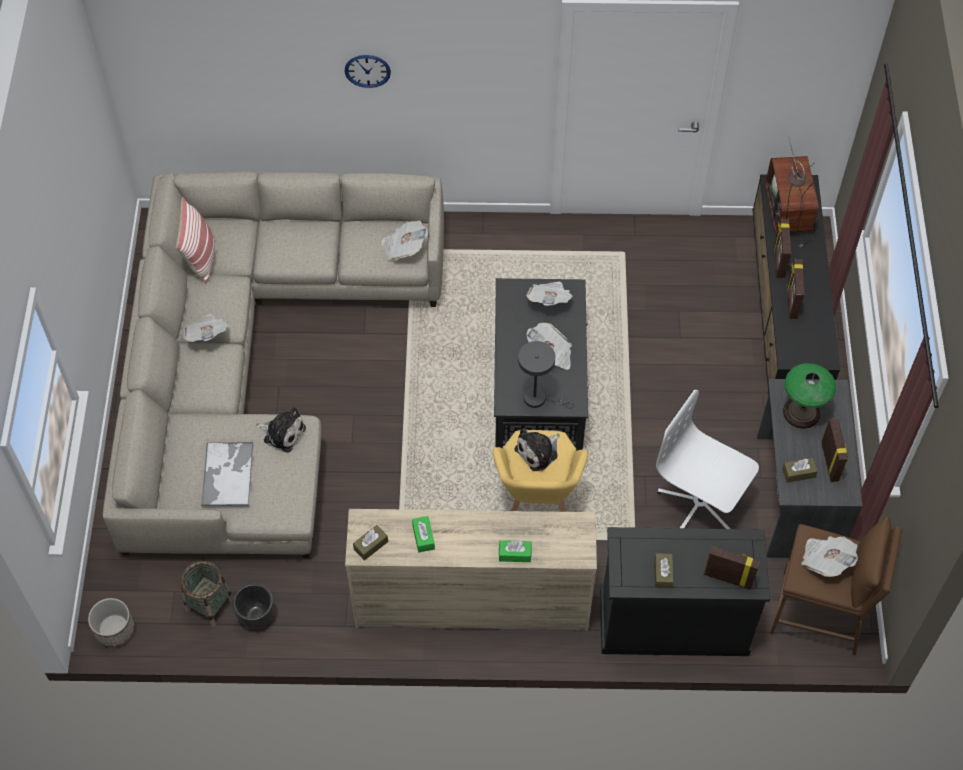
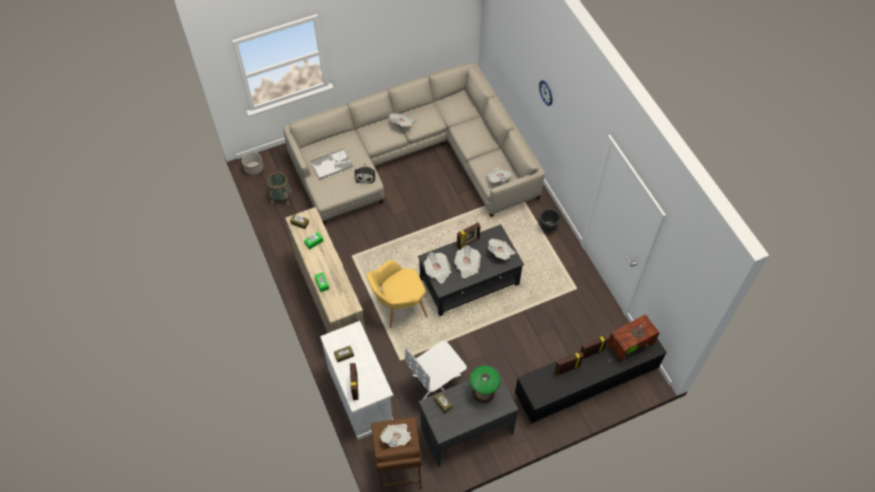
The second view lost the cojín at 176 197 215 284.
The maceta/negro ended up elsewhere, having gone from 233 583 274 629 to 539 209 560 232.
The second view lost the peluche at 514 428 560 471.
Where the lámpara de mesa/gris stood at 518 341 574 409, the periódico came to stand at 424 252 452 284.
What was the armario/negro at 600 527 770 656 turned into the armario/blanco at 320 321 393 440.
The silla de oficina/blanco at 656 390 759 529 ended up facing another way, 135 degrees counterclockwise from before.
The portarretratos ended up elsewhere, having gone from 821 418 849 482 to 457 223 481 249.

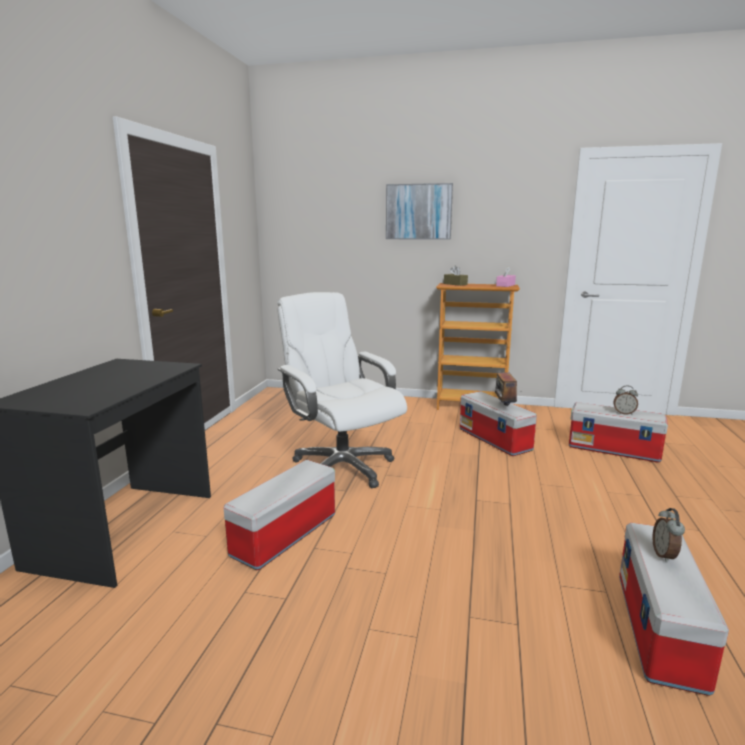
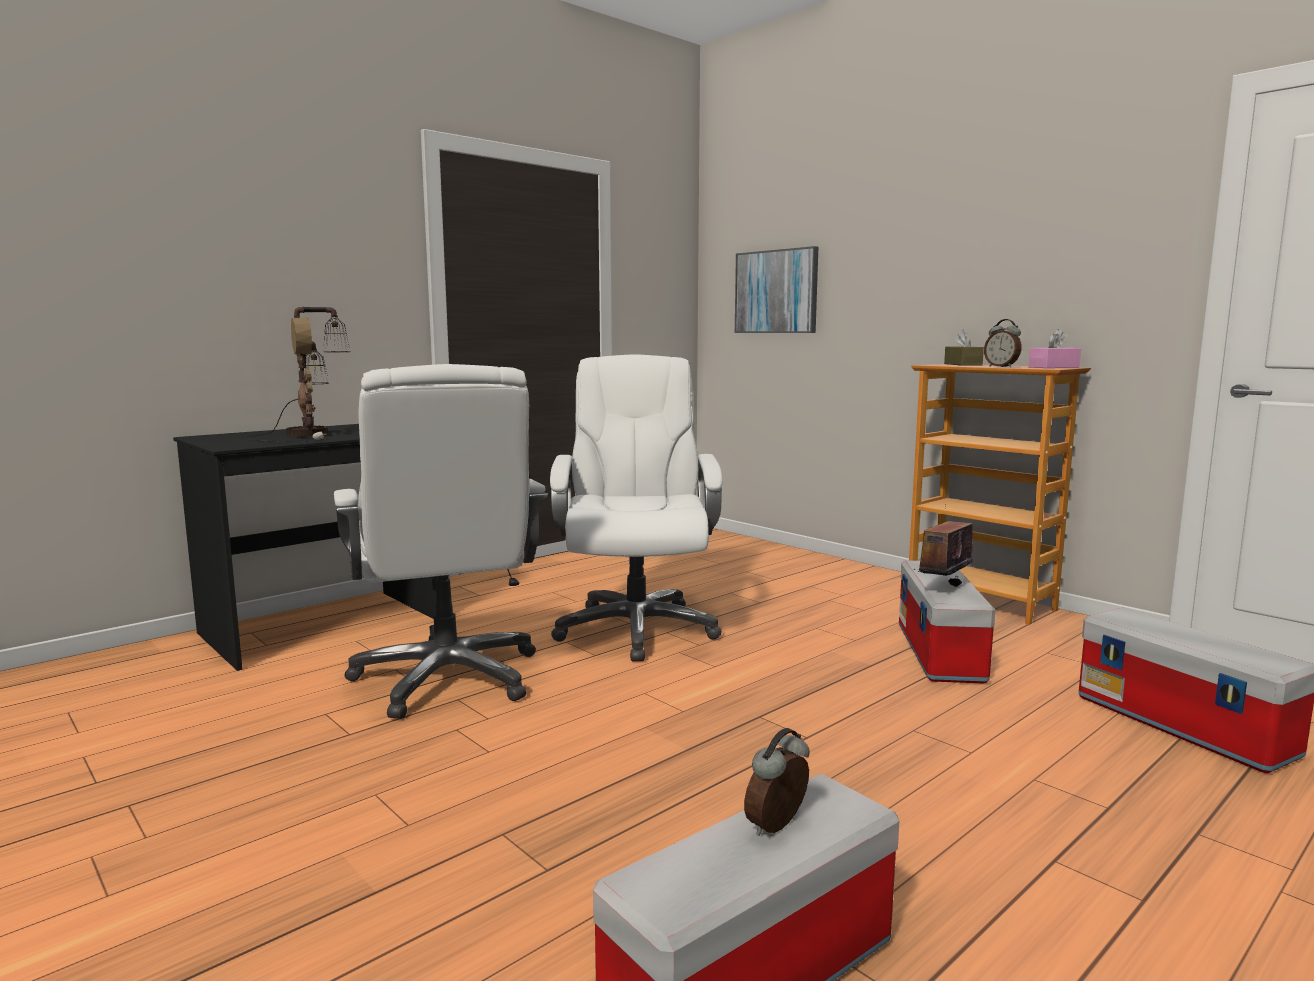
Where the caja de almacenaje stood at 224 459 335 570, the silla de oficina/blanco came to stand at 334 364 548 719.
The cuadro ended up elsewhere, having gone from 386 183 453 240 to 735 246 818 333.
The despertador ended up elsewhere, having gone from 613 385 638 415 to 984 319 1022 367.
The second view gained the lámpara de mesa at 245 306 351 442.

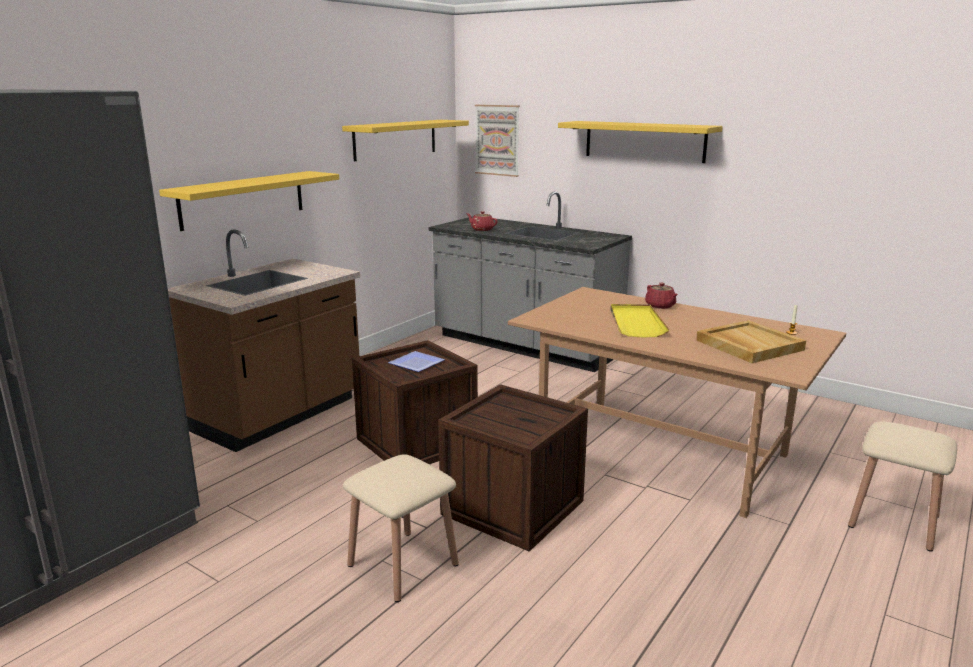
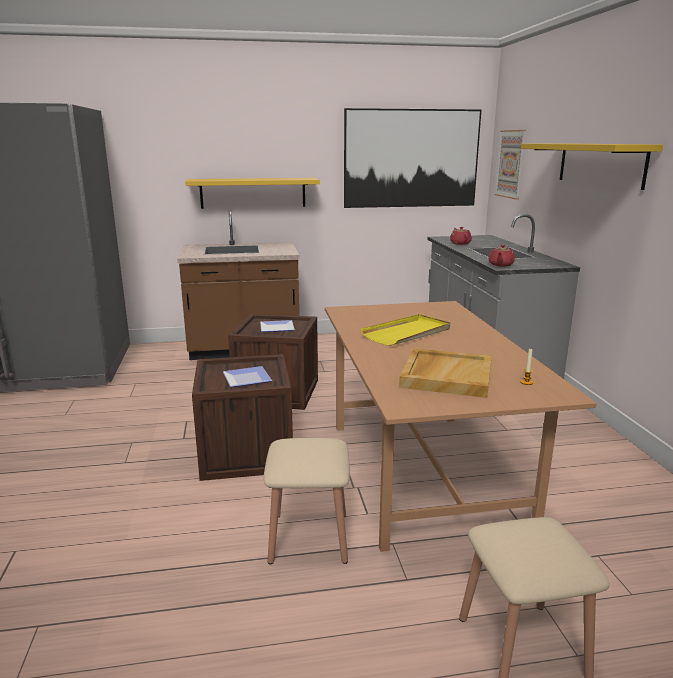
Where the estante/amarillo hung at 342 120 469 161, the cuadro came to hang at 344 108 481 208.
The taburete/beis ended up elsewhere, having gone from 343 454 459 602 to 264 438 350 564.
The tetera/rojo ended up elsewhere, having gone from 645 283 678 309 to 488 245 515 267.
The second view gained the plato at 223 366 272 387.

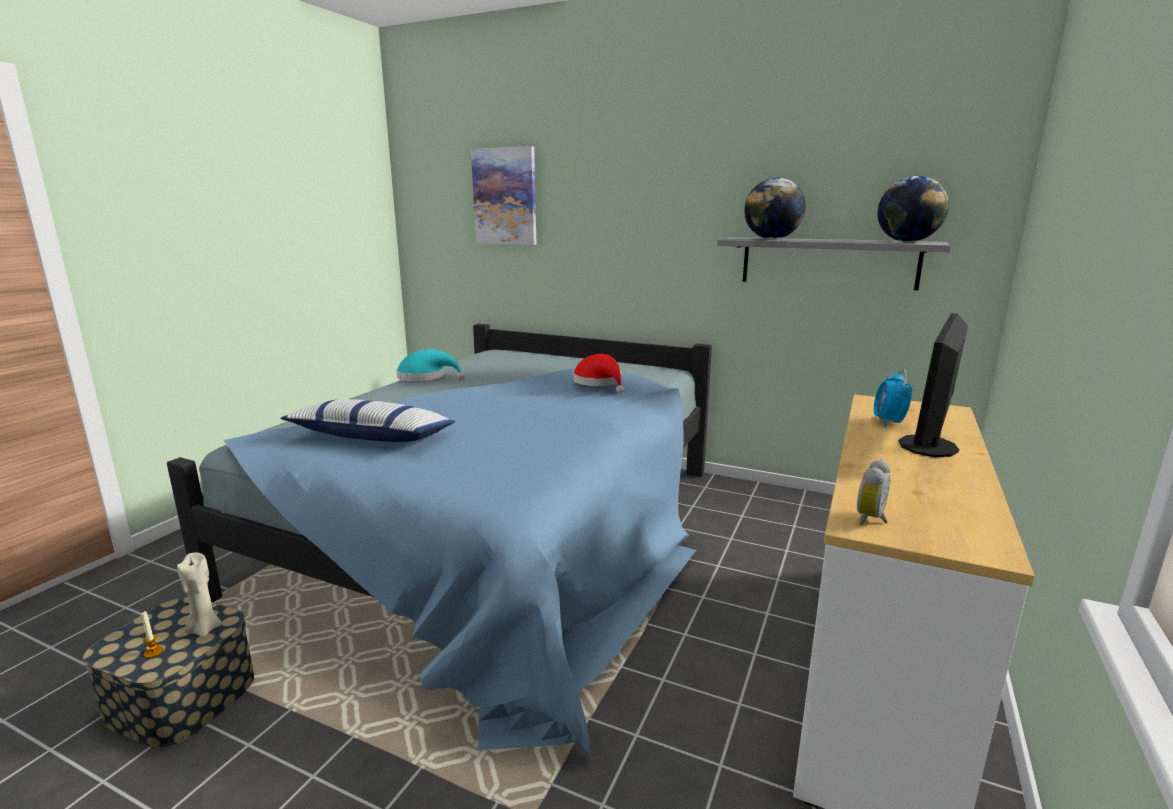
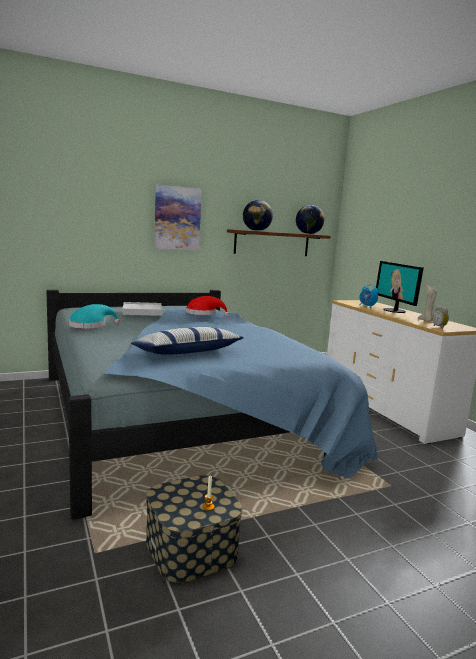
The vela/beis ended up elsewhere, having gone from 177 552 222 637 to 418 285 437 322.
The cuadro ended up elsewhere, having gone from 471 146 537 245 to 154 184 202 250.
What was the estante/gris at 717 237 951 290 turned into the estante/marrón at 227 229 331 256.
The second view gained the bandeja/blanco at 122 302 163 316.

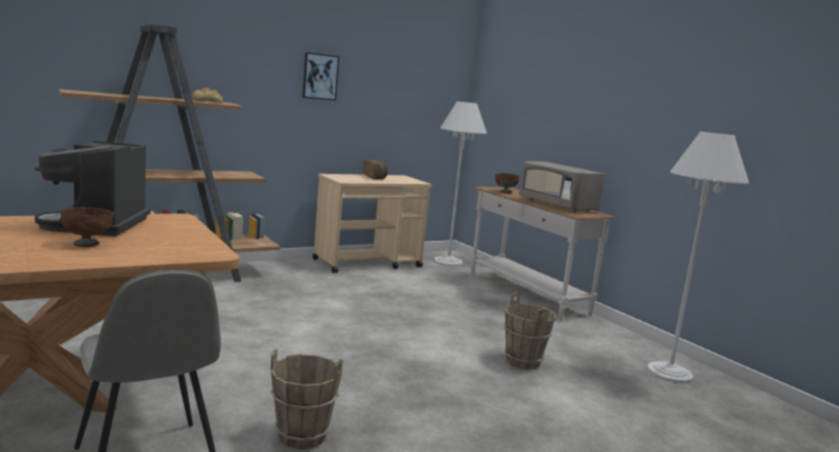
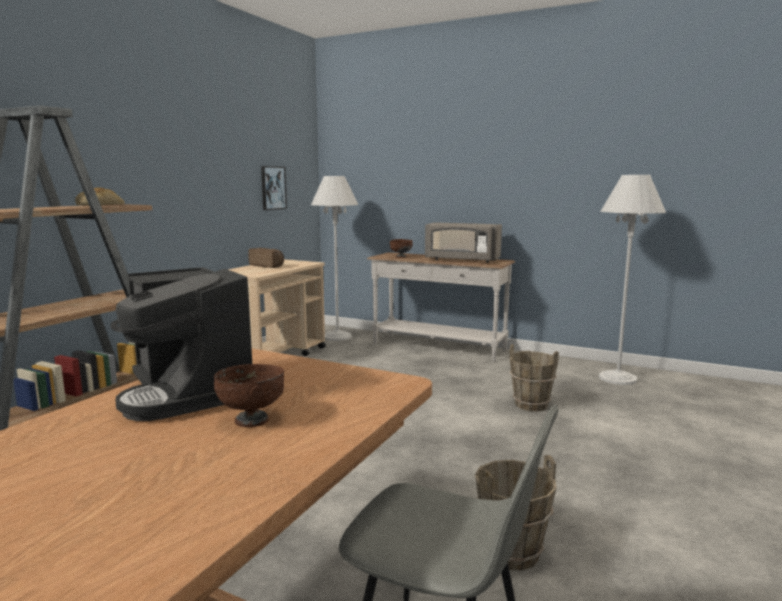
The cuadro ended up elsewhere, having gone from 302 52 339 100 to 261 166 287 210.

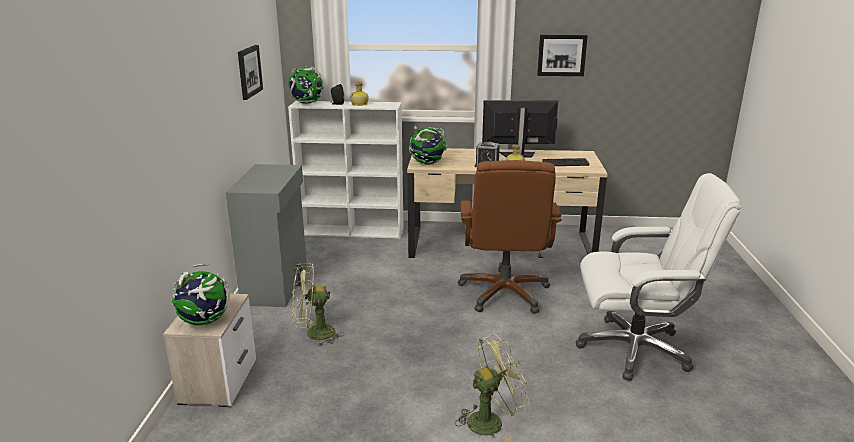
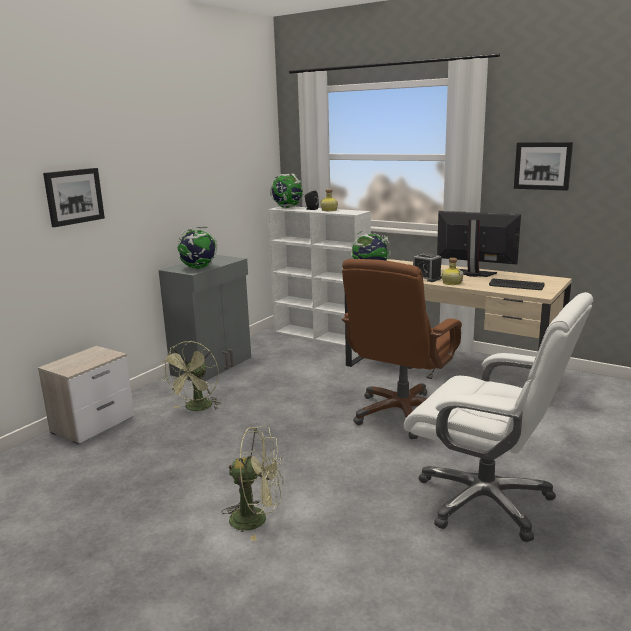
The globo terráqueo ended up elsewhere, having gone from 172 264 230 325 to 178 226 217 269.
The cuadro ended up elsewhere, having gone from 238 45 263 100 to 43 168 105 227.
The ventilador/verde at 292 263 344 347 ended up facing another way, 90 degrees counterclockwise from before.

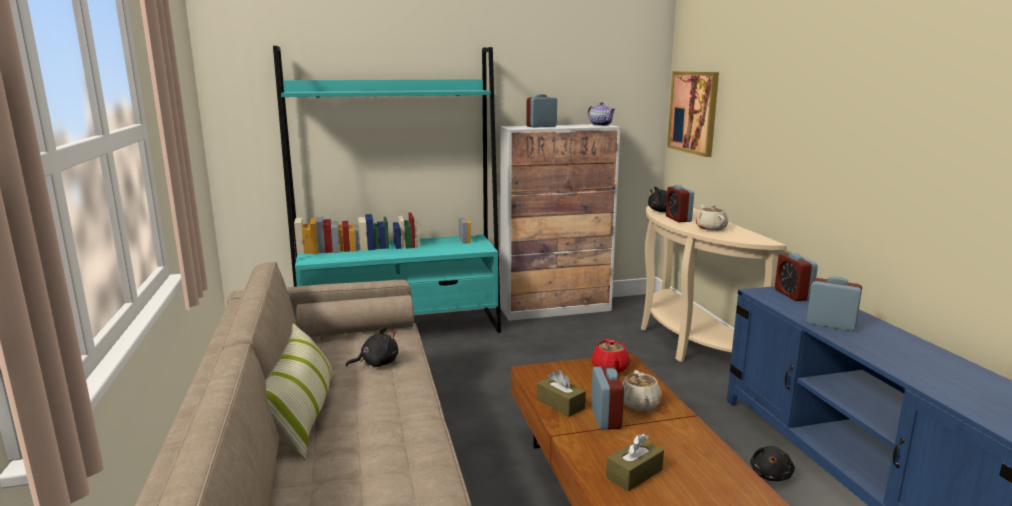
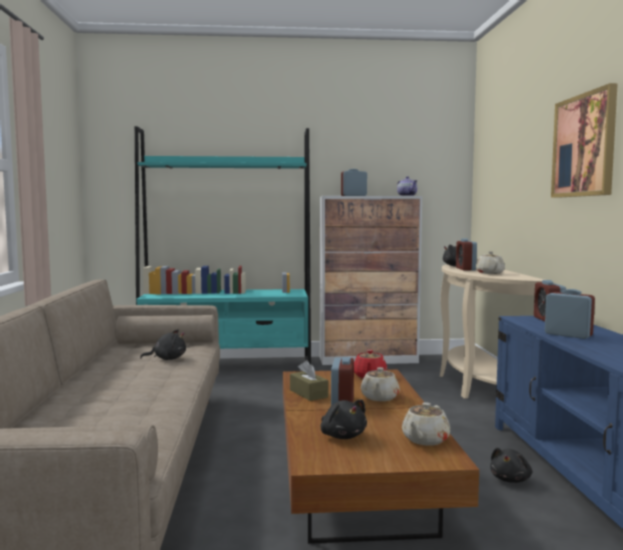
The second view lost the cojín at 265 323 335 460.
Where the caja de pañuelos/marrón stood at 606 433 664 491, the peluche/negro came to stand at 321 399 367 439.
The cuadro ended up elsewhere, having gone from 667 71 719 157 to 551 83 618 198.
The second view gained the tetera/beis at 402 402 450 445.

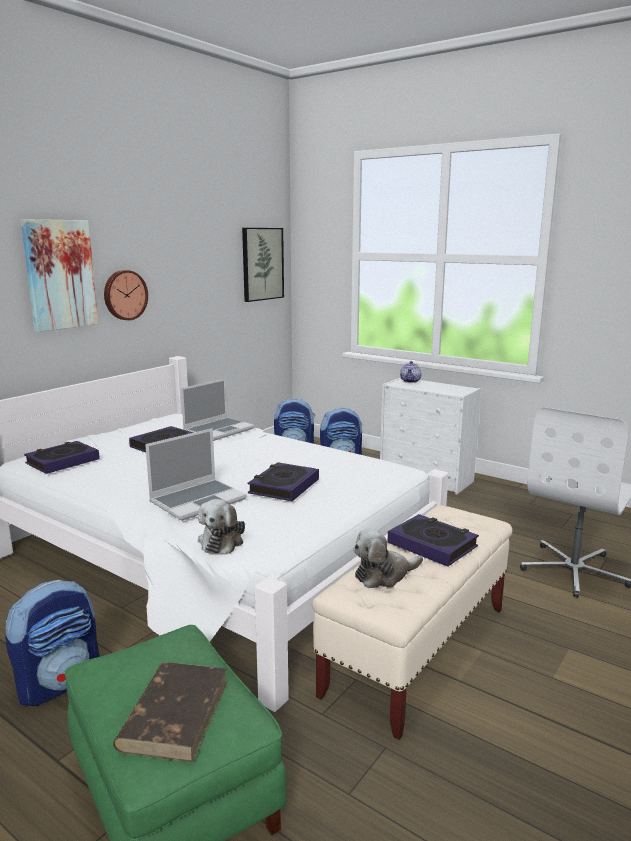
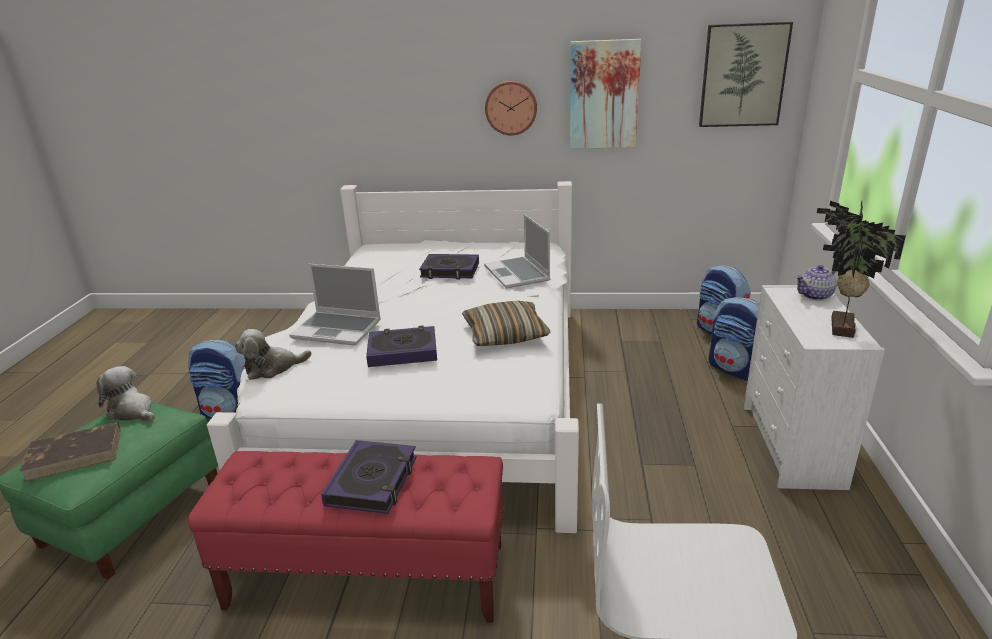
The cuadro ended up elsewhere, having gone from 21 219 98 332 to 570 39 642 149.
The second view lost the libro at 24 441 99 474.
The portátil at 181 378 255 441 ended up facing another way, 60 degrees clockwise from before.
What was the banco/beis at 312 505 512 740 turned into the banco/rojo at 188 451 504 623.
The peluche ended up elsewhere, having gone from 353 529 423 588 to 96 366 155 422.
The second view gained the cojín at 462 301 550 346.
The second view gained the planta en maceta at 817 201 906 338.

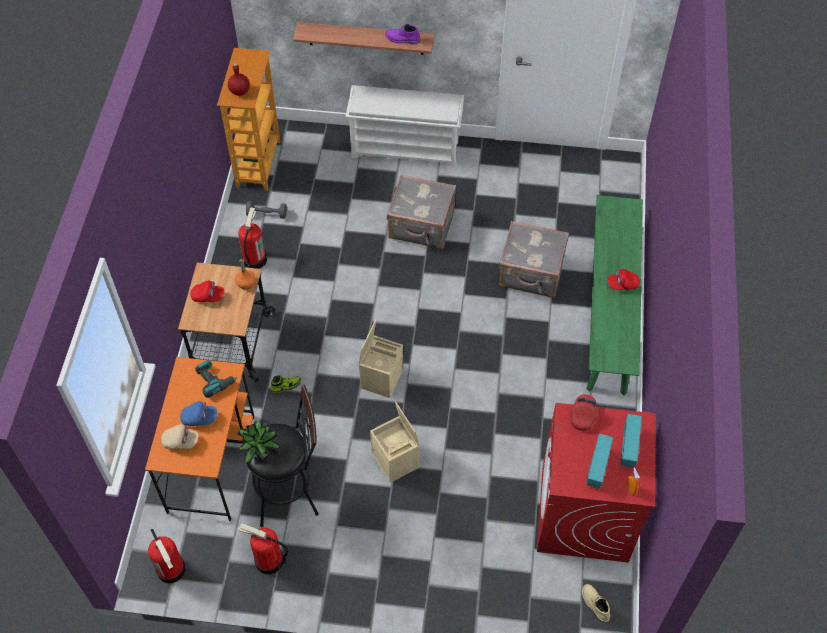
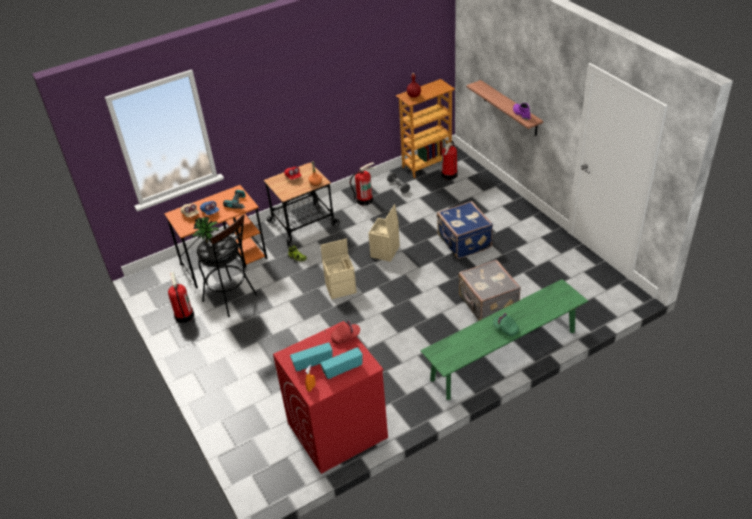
The extintor ended up elsewhere, having gone from 148 529 186 583 to 441 141 458 180.
The second view lost the zapatero/blanco at 345 85 464 167.
The caja de almacenaje/beis ended up elsewhere, having gone from 370 401 419 483 to 368 204 400 262.
What was the maleta/gris at 387 175 456 249 turned into the maleta/azul at 437 201 493 259.
The second view lost the bota/beis at 582 584 610 623.
What was the gorra/rojo at 607 269 640 290 turned into the gorra/verde at 493 313 519 336.

